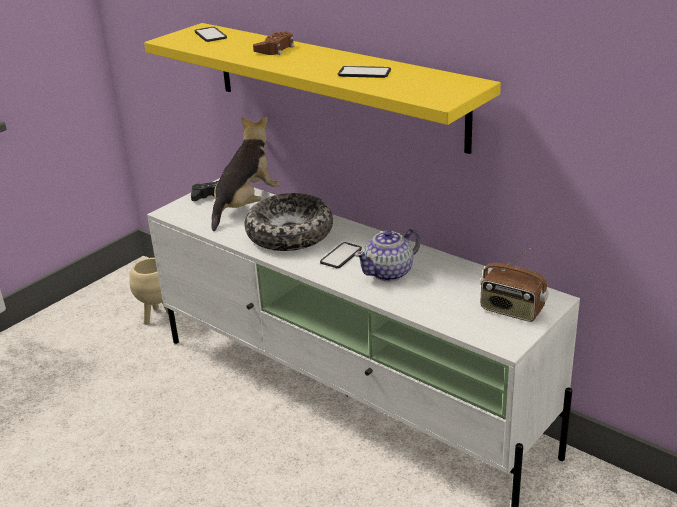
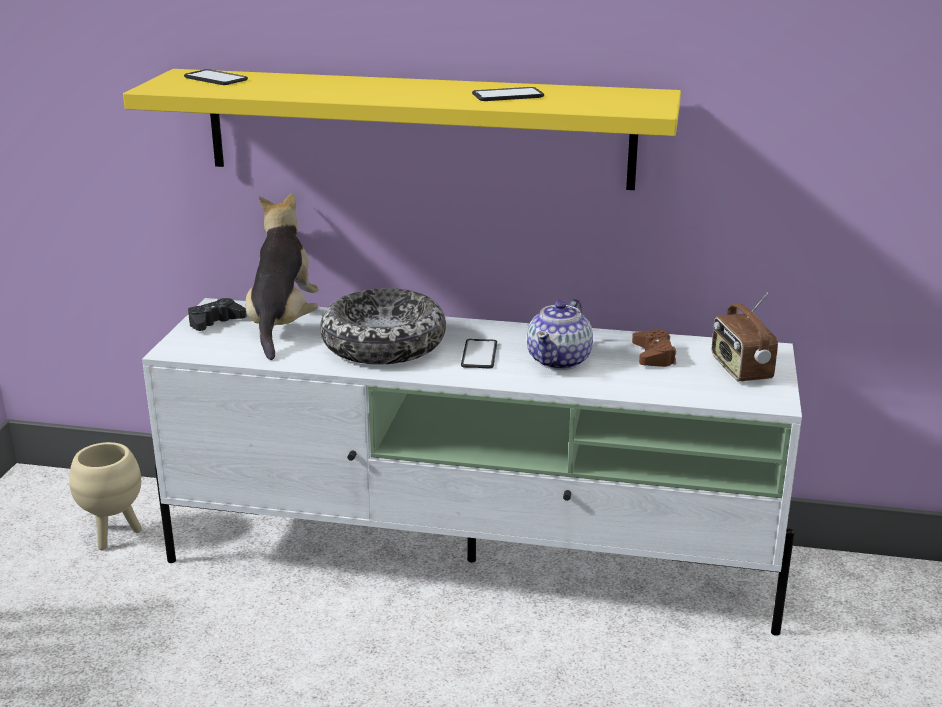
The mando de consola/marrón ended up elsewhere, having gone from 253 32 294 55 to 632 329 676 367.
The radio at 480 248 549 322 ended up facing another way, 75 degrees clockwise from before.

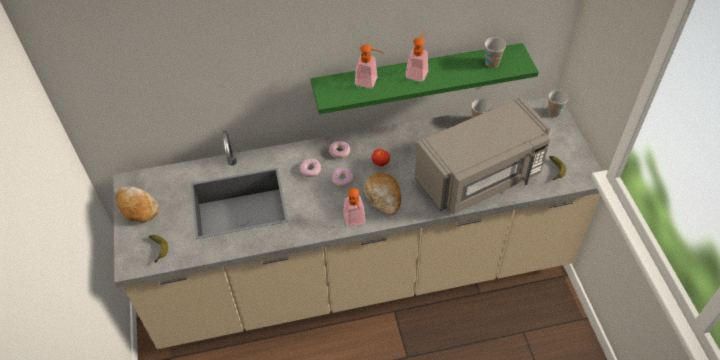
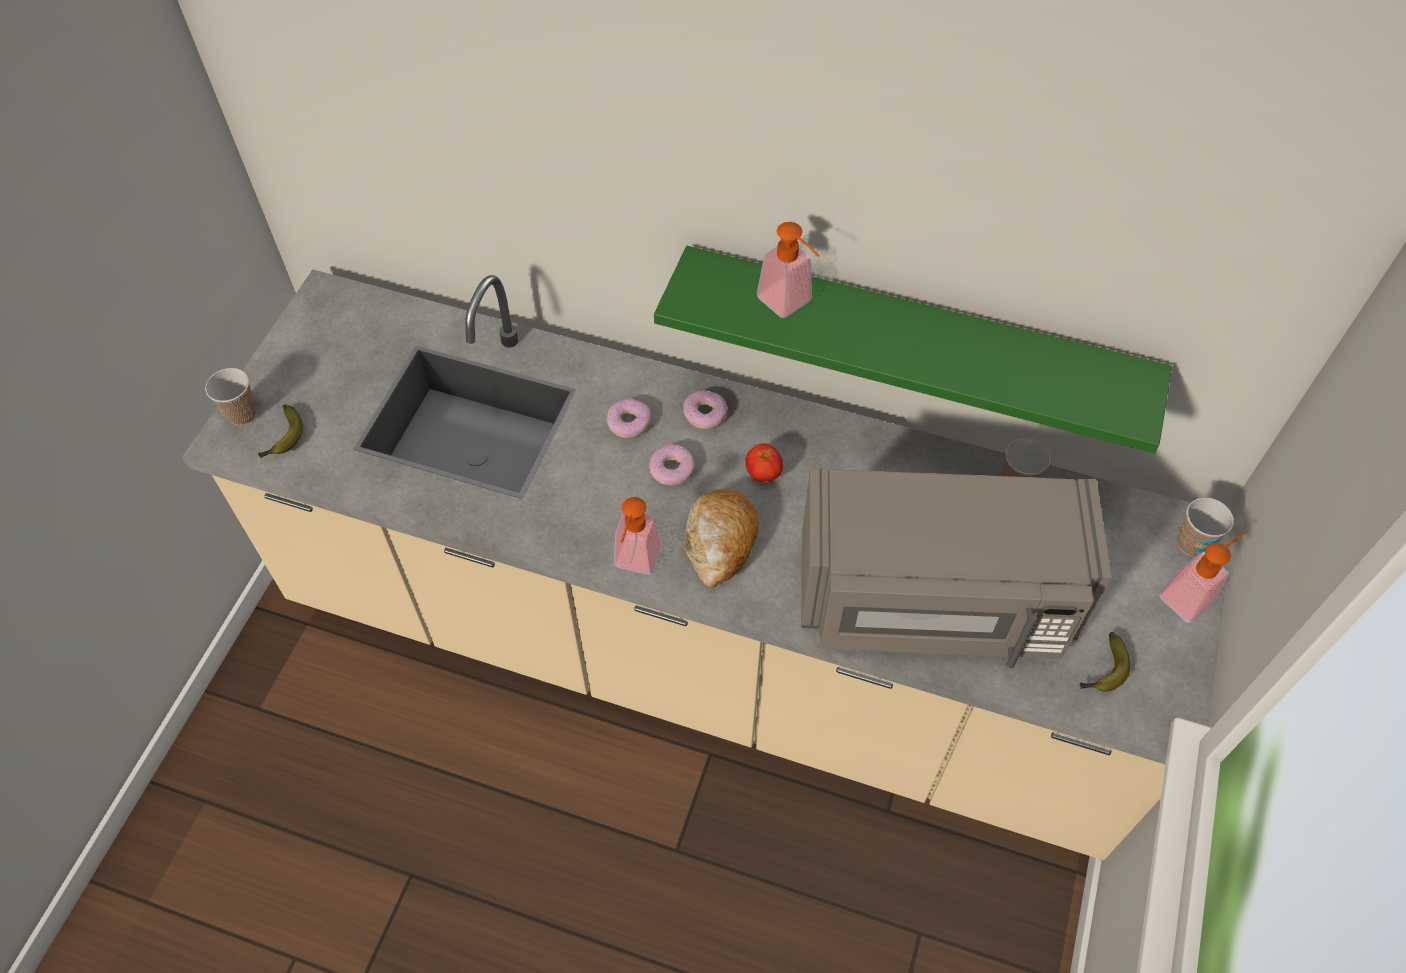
The second view lost the pan at 116 186 158 222.
The dispensador de jabón ended up elsewhere, having gone from 406 30 428 82 to 1159 532 1246 623.
The taza ended up elsewhere, having gone from 484 37 506 68 to 205 368 257 426.

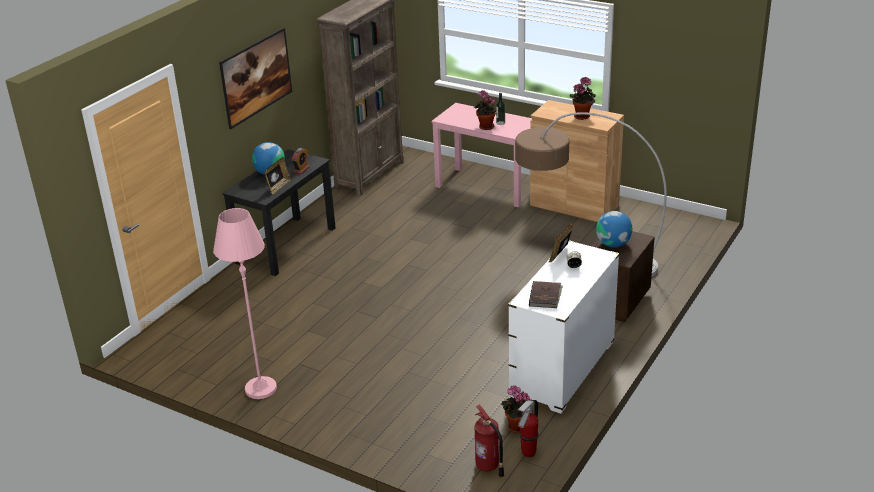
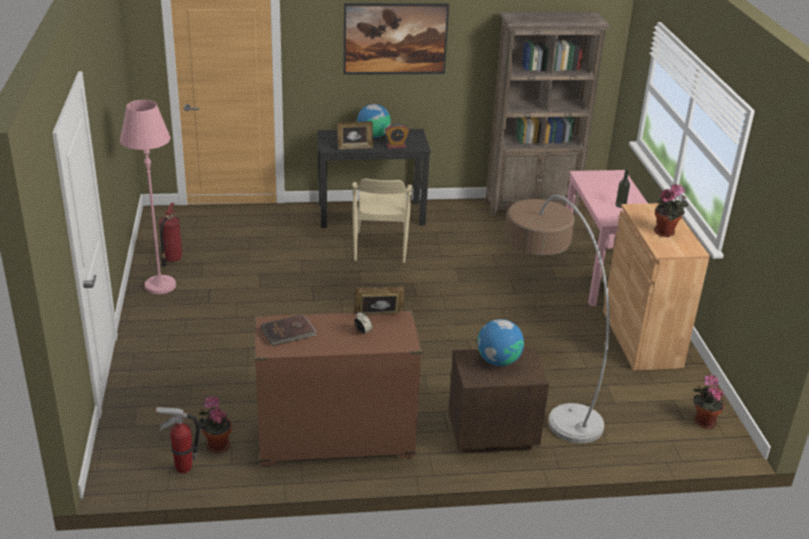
The planta en maceta ended up elsewhere, having gone from 474 90 497 130 to 693 375 724 429.
The extintor ended up elsewhere, having gone from 475 405 504 477 to 159 203 182 267.
What was the cómoda/blanco at 508 240 620 414 turned into the cómoda/marrón at 254 310 422 466.
The second view gained the silla/beis at 352 178 412 263.

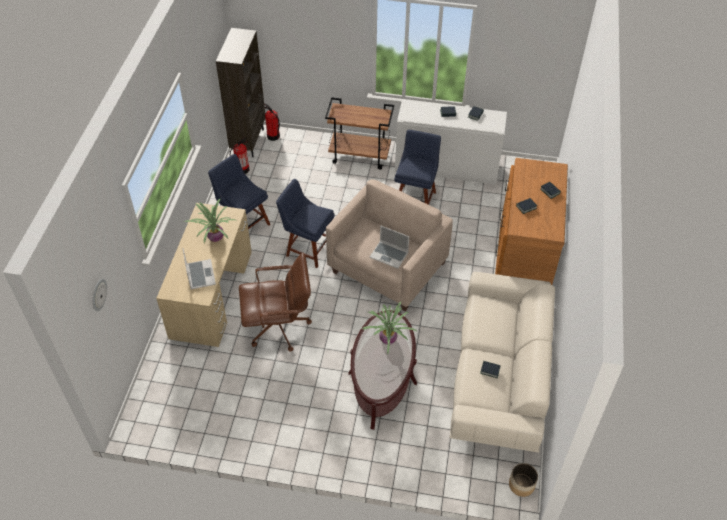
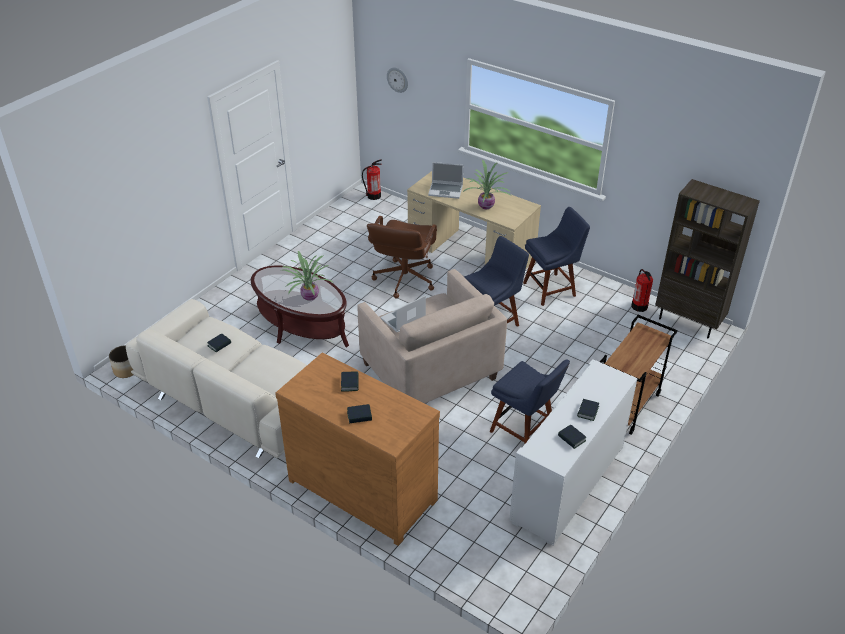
The extintor ended up elsewhere, having gone from 265 104 280 141 to 362 159 382 200.

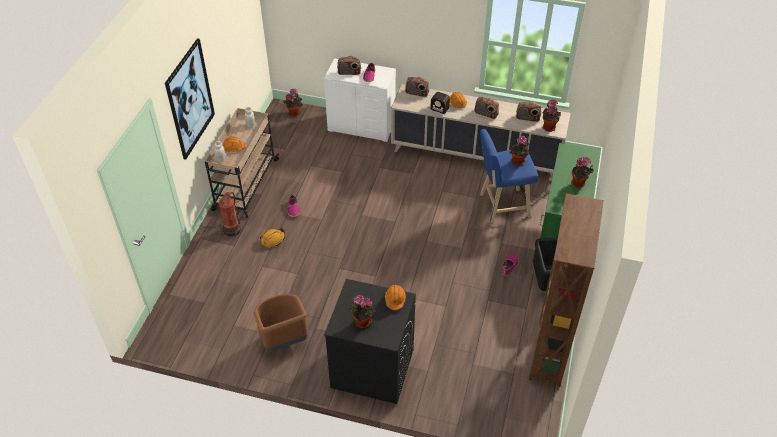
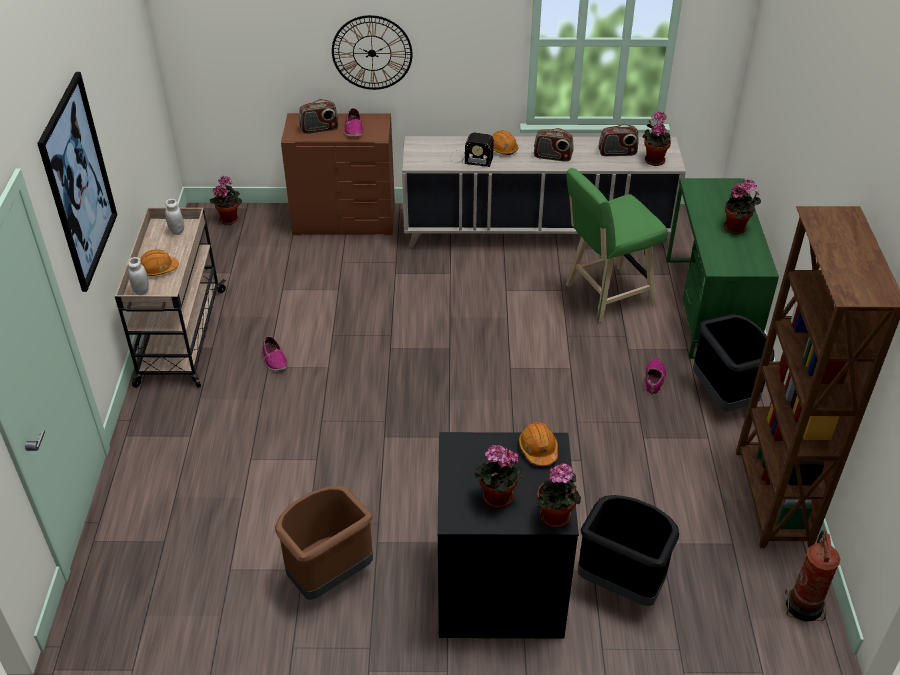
The extintor ended up elsewhere, having gone from 219 192 243 238 to 785 530 841 622.
The second view lost the casco/naranja at 260 228 285 248.
What was the cómoda/blanco at 324 58 396 142 turned into the cómoda/marrón at 281 113 395 236.
The second view lost the radio at 405 77 429 97.
What was the taburete/azul at 480 129 539 223 turned into the taburete/verde at 566 168 668 322.
The planta en maceta ended up elsewhere, having gone from 509 136 529 165 to 536 463 581 528.
The second view gained the reloj de pared at 332 15 412 90.
The second view gained the papelera/negro at 578 495 679 606.

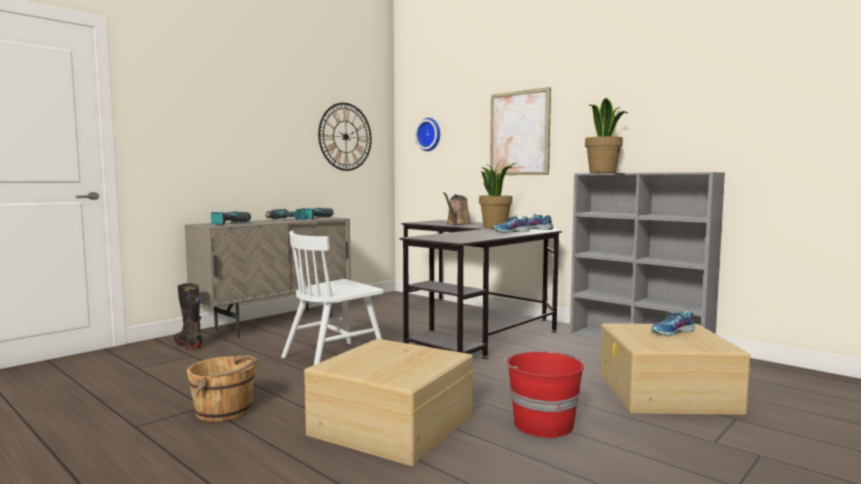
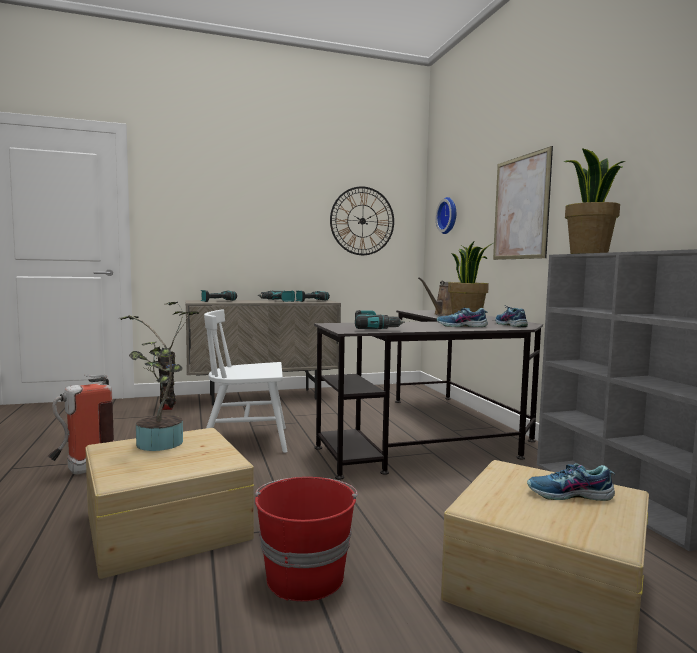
Where the cubo/marrón stood at 187 355 258 422, the extintor came to stand at 48 374 114 474.
The second view gained the planta en maceta at 118 301 199 451.
The second view gained the taladro at 355 310 405 329.

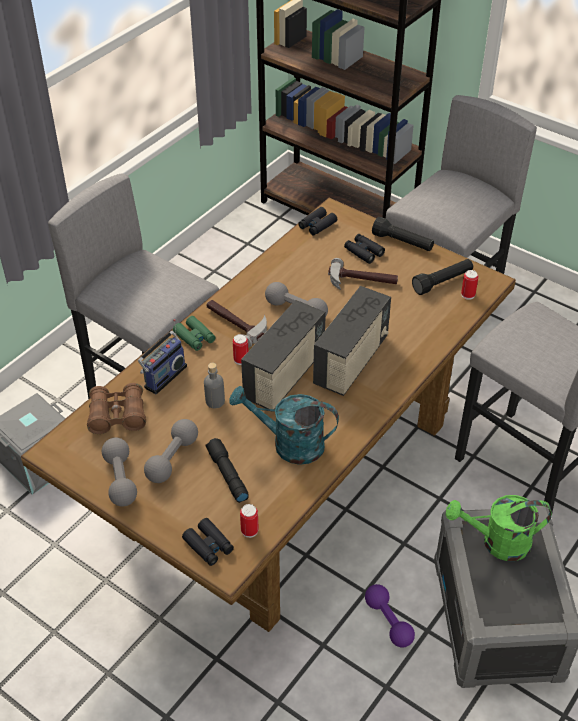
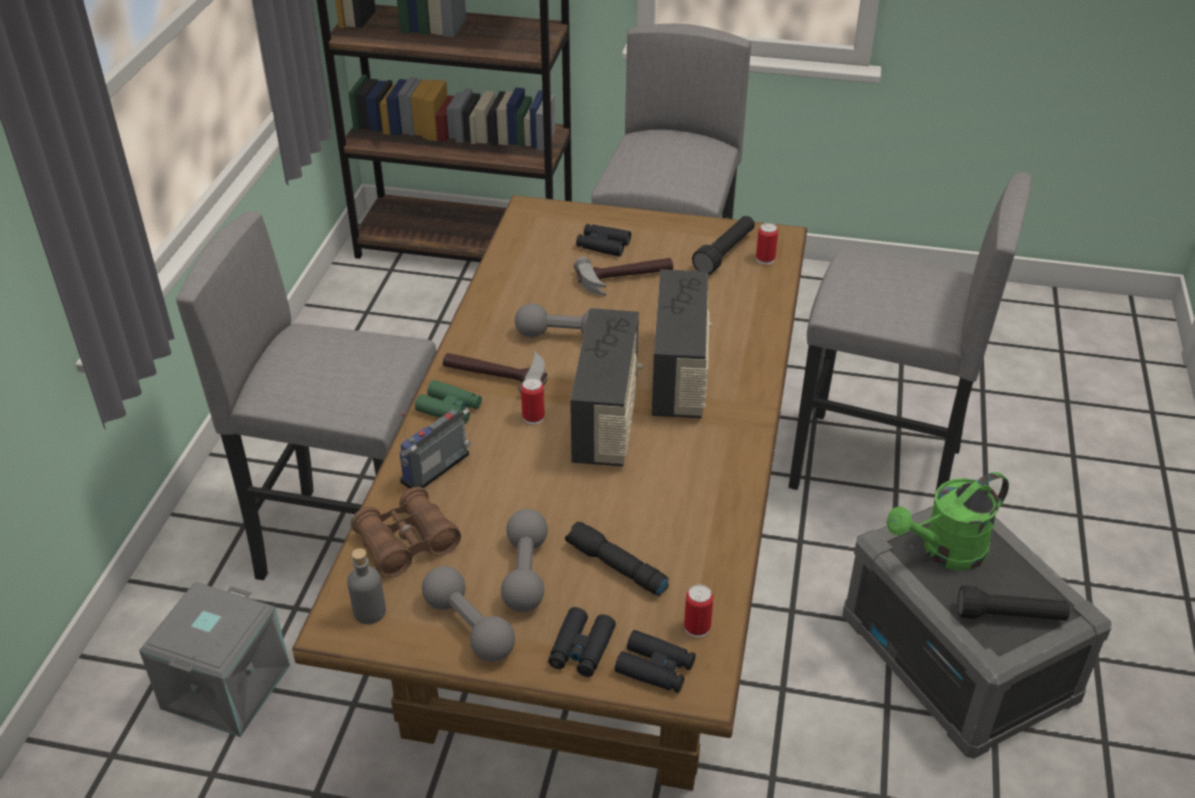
The radio at 138 319 187 394 ended up facing another way, 150 degrees counterclockwise from before.
The botella/gris ended up elsewhere, having gone from 204 363 225 408 to 347 548 386 624.
The second view lost the regadera/turquesa at 229 386 339 465.
The prismáticos/negro ended up elsewhere, having gone from 298 207 337 235 to 548 607 616 677.
The second view lost the mancuerna/morado at 365 584 415 648.
The linterna/negro ended up elsewhere, having gone from 372 217 434 251 to 958 586 1070 621.

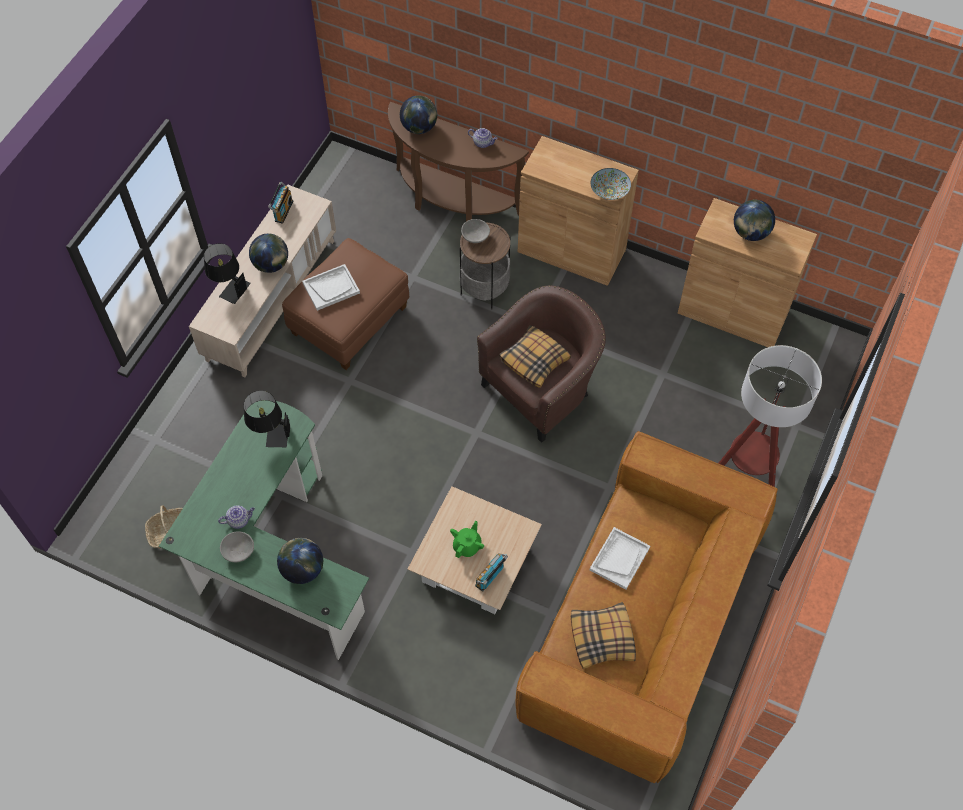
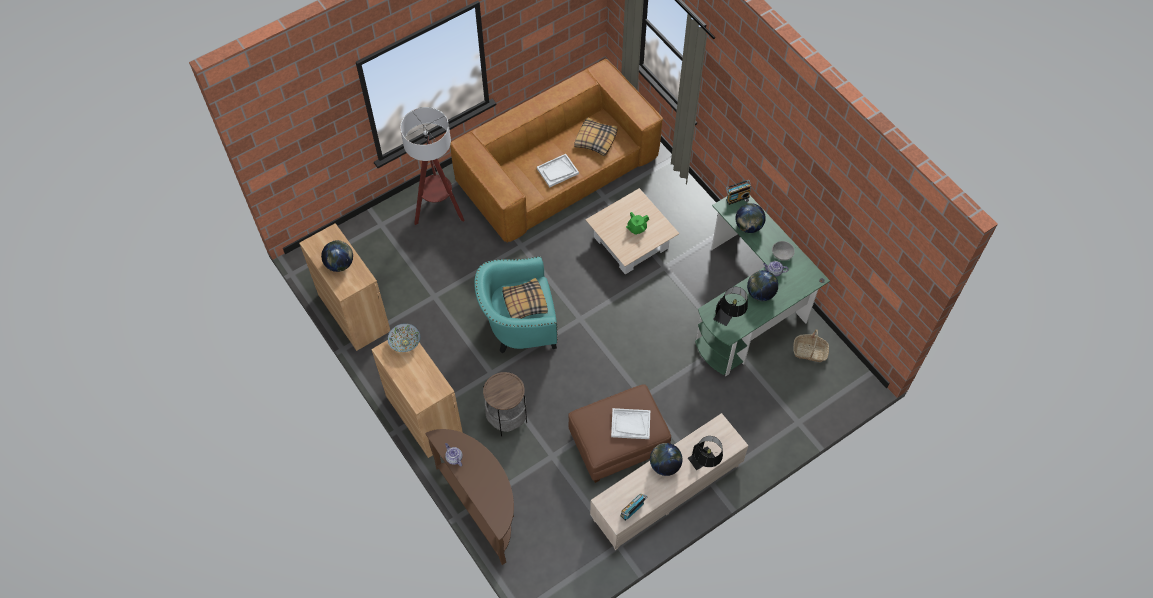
The globo terráqueo ended up elsewhere, having gone from 400 96 437 134 to 747 270 778 301.
The second view lost the cuenco/gris at 461 219 490 243.
The radio ended up elsewhere, having gone from 475 553 508 592 to 726 180 751 205.
What was the sillón/marrón at 477 286 606 442 turned into the sillón/turquesa at 474 256 557 353.

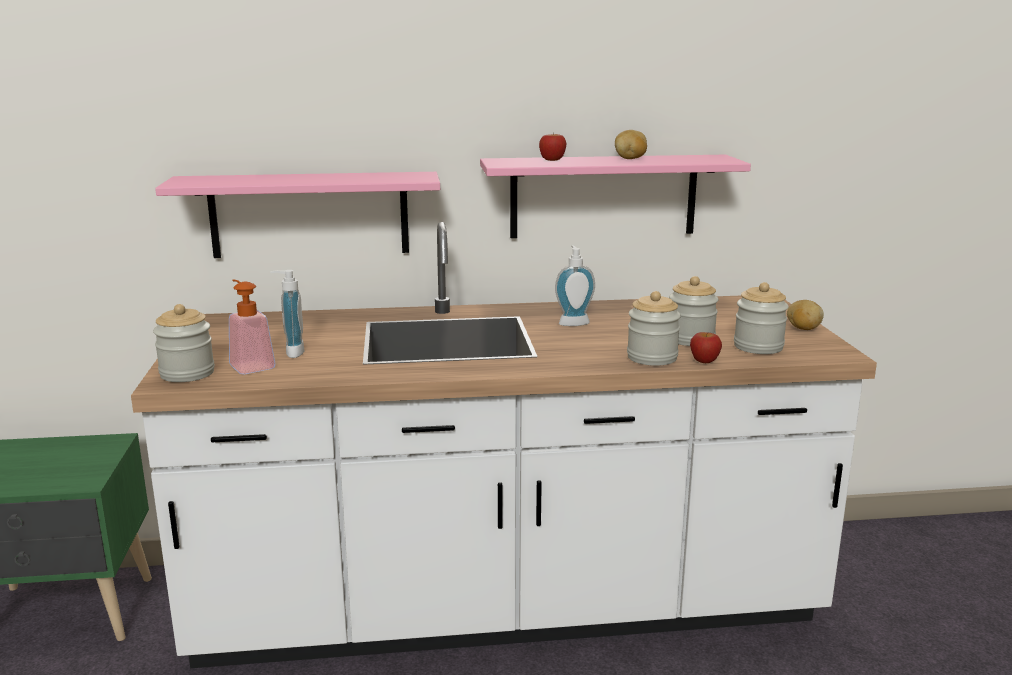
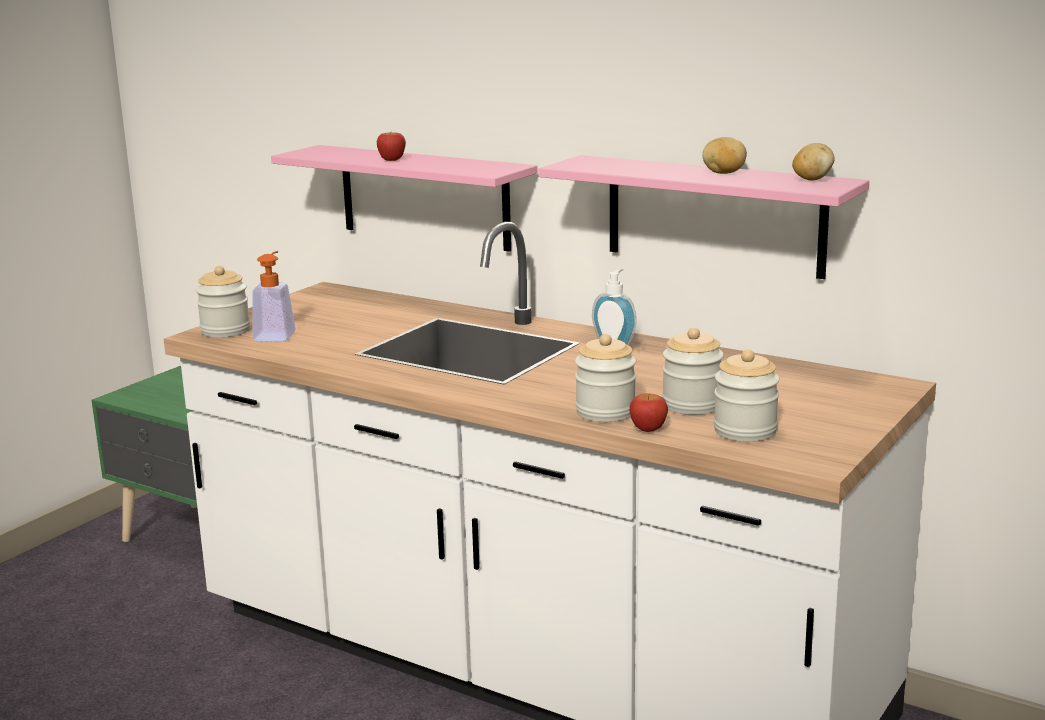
The second view lost the dispensador de jabón at 270 270 305 358.
The manzana ended up elsewhere, having gone from 539 133 566 161 to 377 131 406 161.
The patata ended up elsewhere, having gone from 787 300 824 330 to 792 143 835 181.

